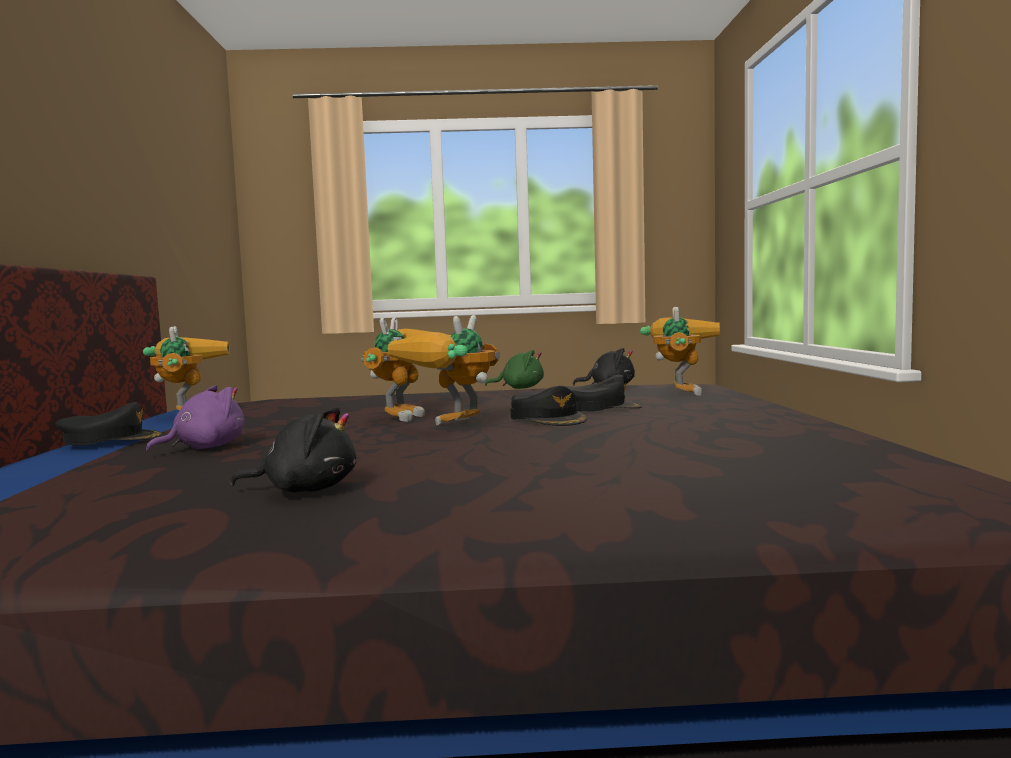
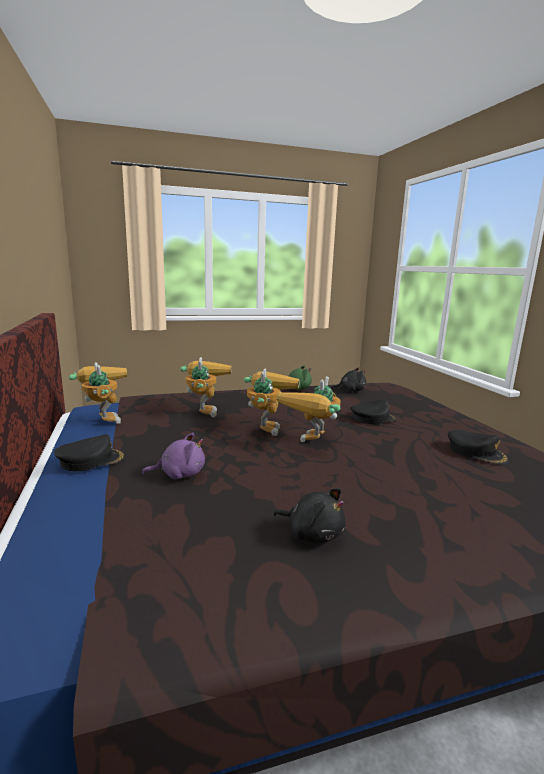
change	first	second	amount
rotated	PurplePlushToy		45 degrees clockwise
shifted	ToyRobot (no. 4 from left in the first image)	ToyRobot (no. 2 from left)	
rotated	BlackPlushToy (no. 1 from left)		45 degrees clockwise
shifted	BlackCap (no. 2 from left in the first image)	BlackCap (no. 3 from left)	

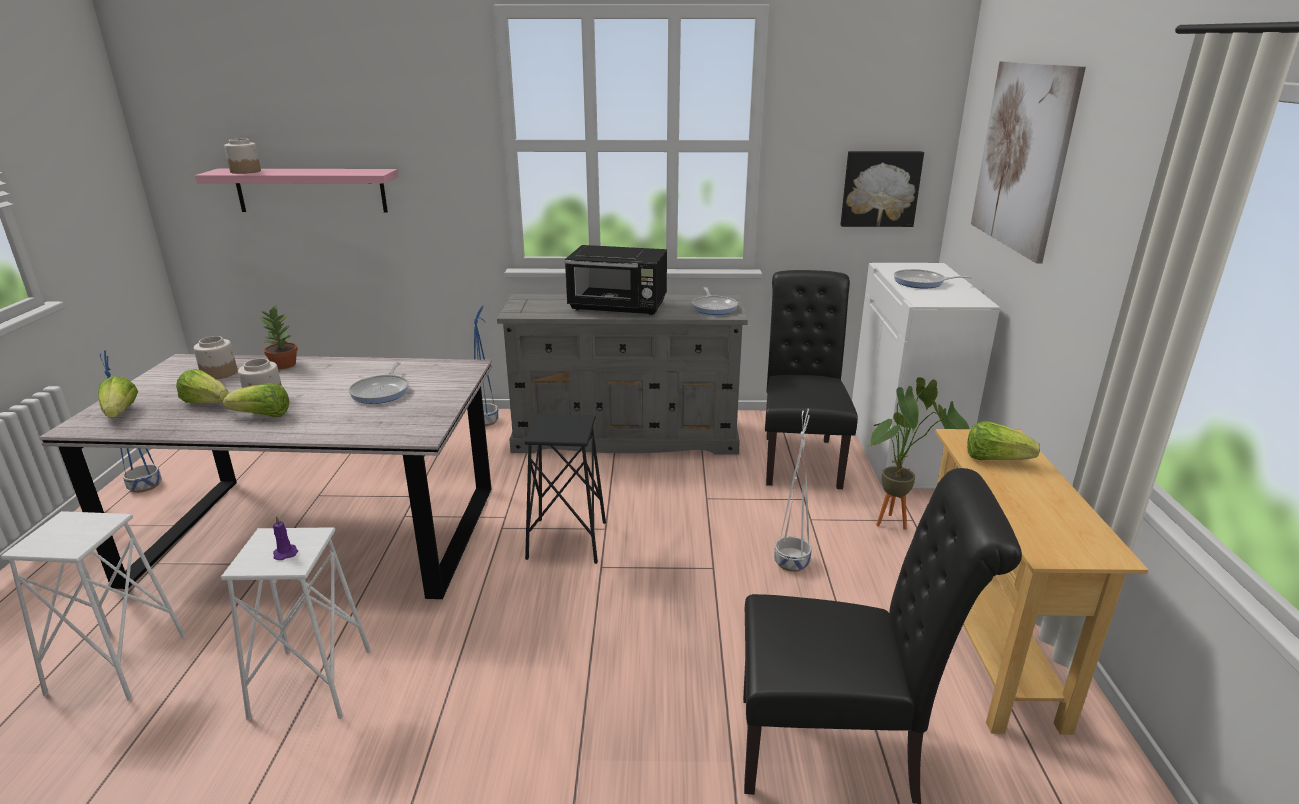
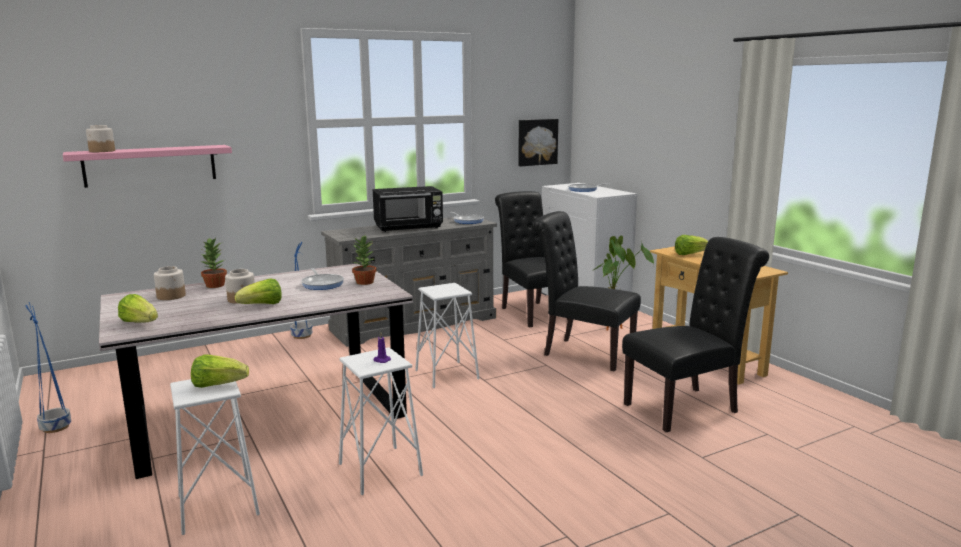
change	first	second	amount
shifted	Lettuce (no. 2 from left)		
new		PottedPlant (no. 2 from left)	
repainted	BlackStool	WhiteStool (no. 3 from left)	
swapped	WhitePlanter	BlackChair (no. 2 from left)	
gone	Picture (no. 2 from left)		

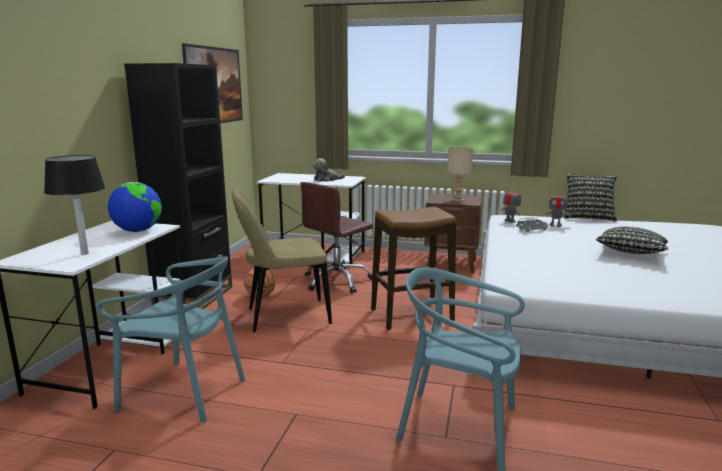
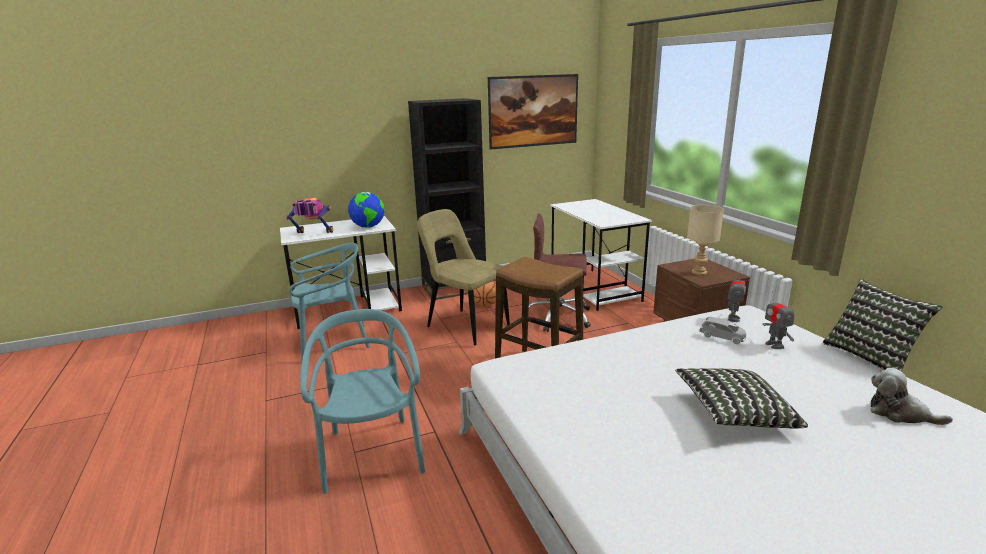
change	first	second	amount
swapped	BlackTableLamp	ToyRobot (no. 1 from left)	
rotated	TurquoiseChair (no. 1 from left)		90 degrees counterclockwise
shifted	PlushToy		

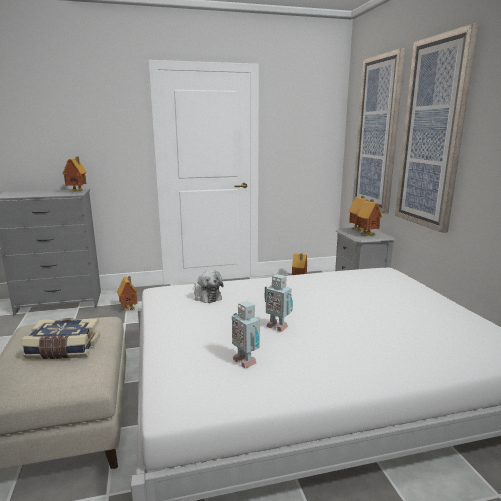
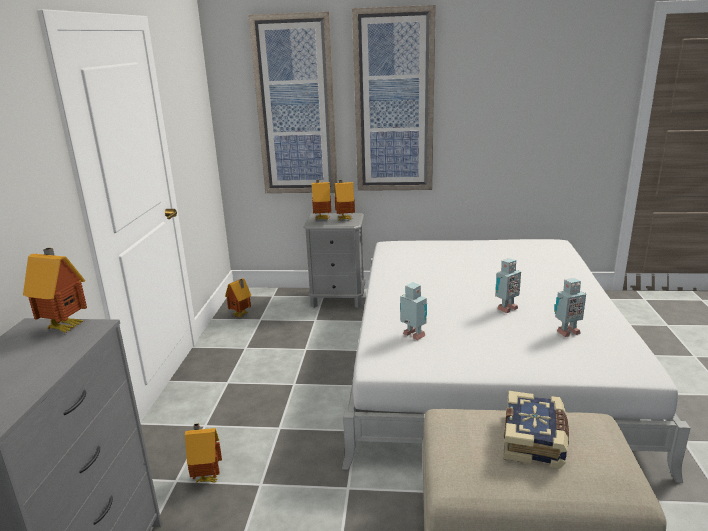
change	first	second	amount
swapped	PlushToy	ToyRobot (no. 1 from left)	

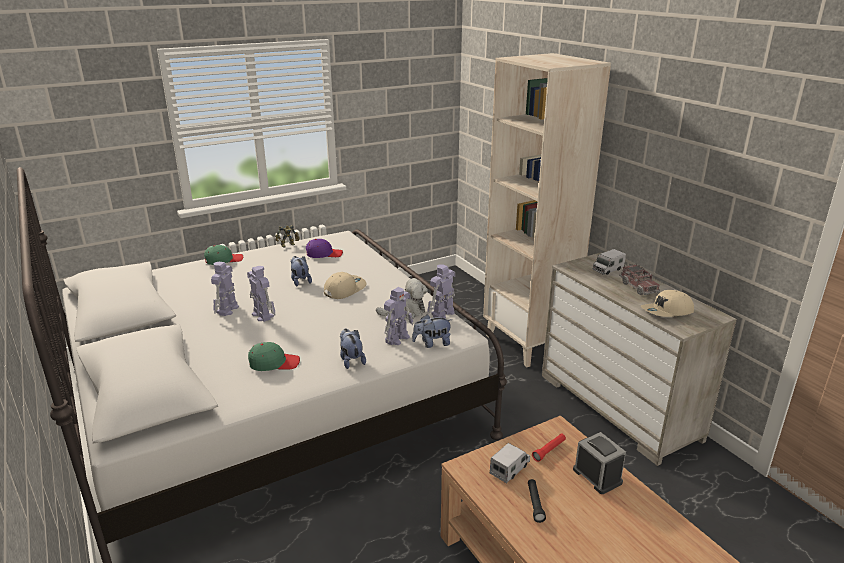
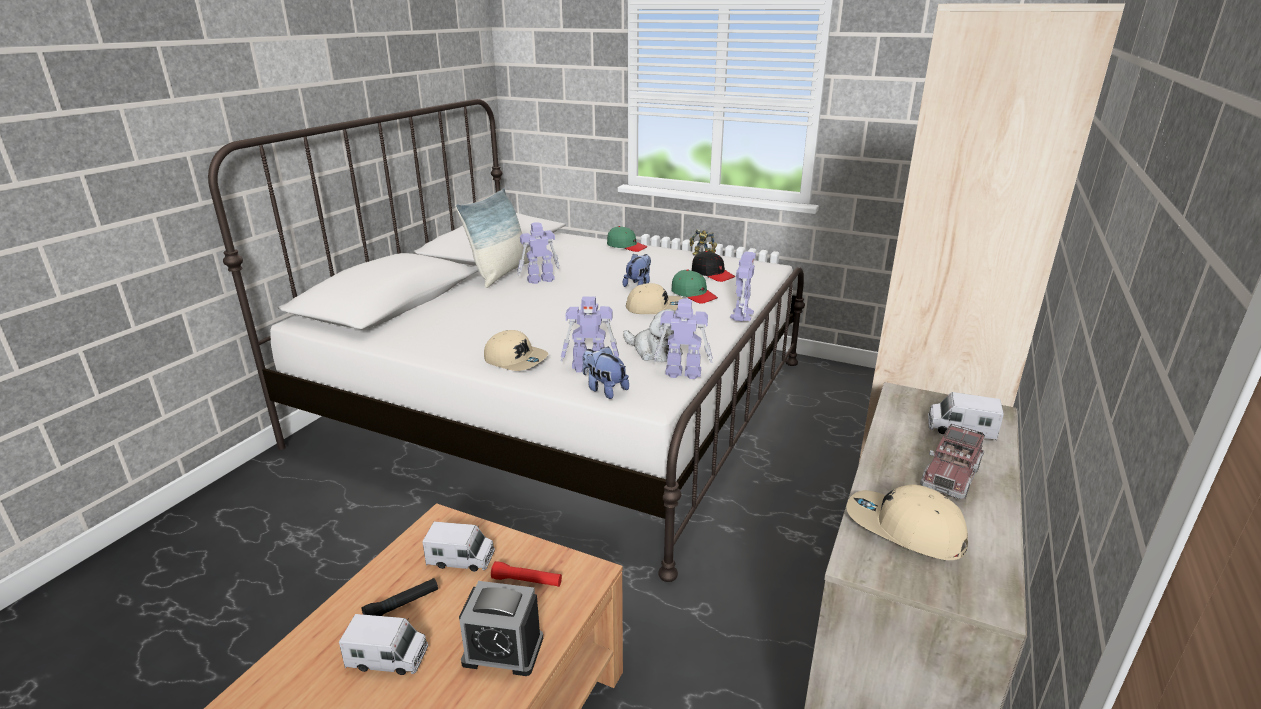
change	first	second	amount
new		ToyTruck (no. 1 from left)	
new		Pillow	
rotated	AlarmClock		75 degrees clockwise
swapped	PlushToy (no. 2 from left)	BeigeCap (no. 1 from left)	
shifted	GreenCap (no. 2 from left)		
repainted	PurpleCap	BlackCap	
shifted	ToyRobot (no. 2 from left in the first image)	ToyRobot (no. 5 from left)	

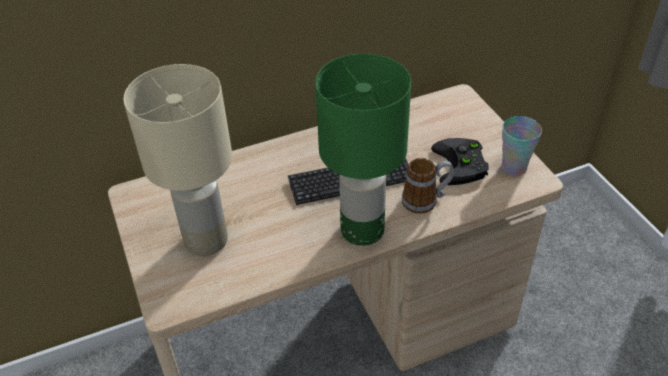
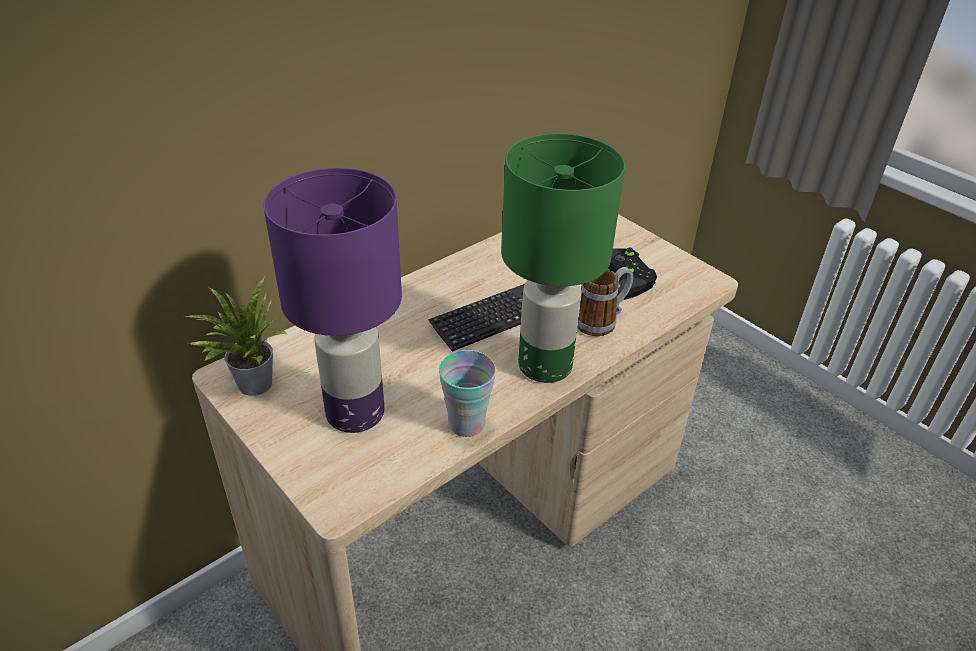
change	first	second	amount
new		PottedPlant	
repainted	BeigeTableLamp	PurpleTableLamp	
shifted	Cup		

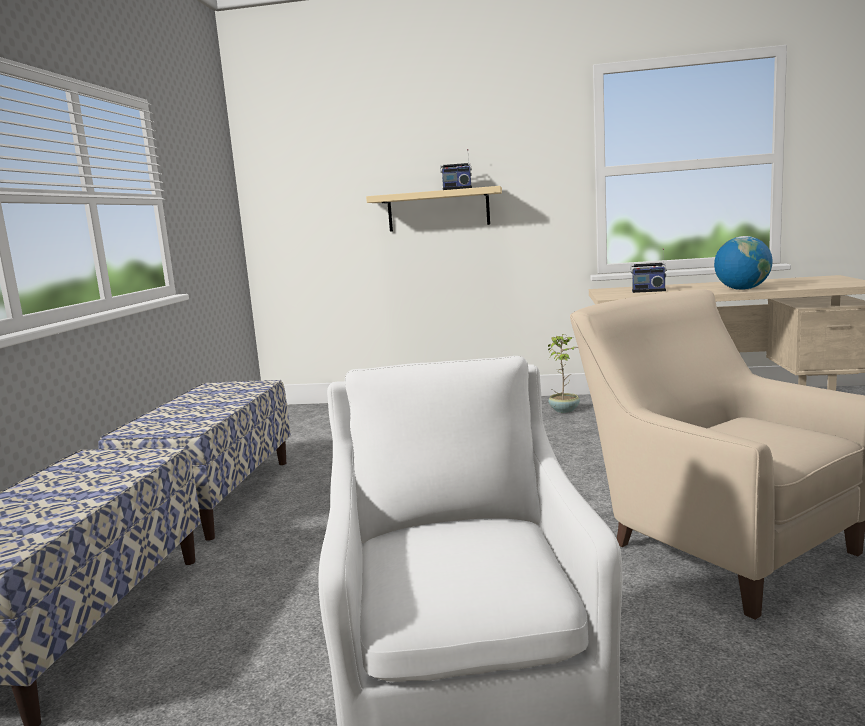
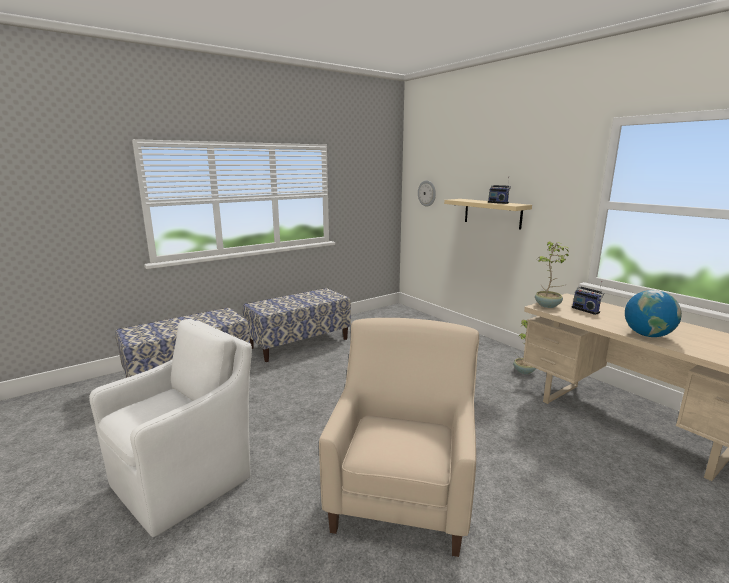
change	first	second	amount
new		WallClock	
new		PottedPlant (no. 2 from left)	

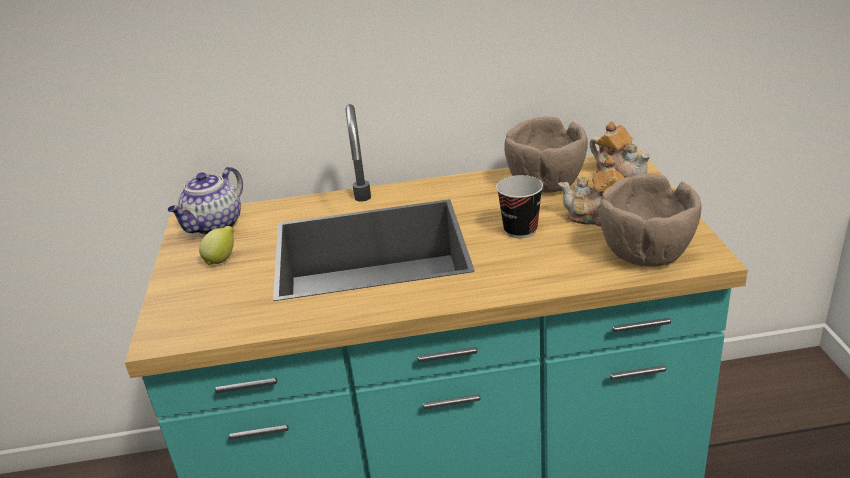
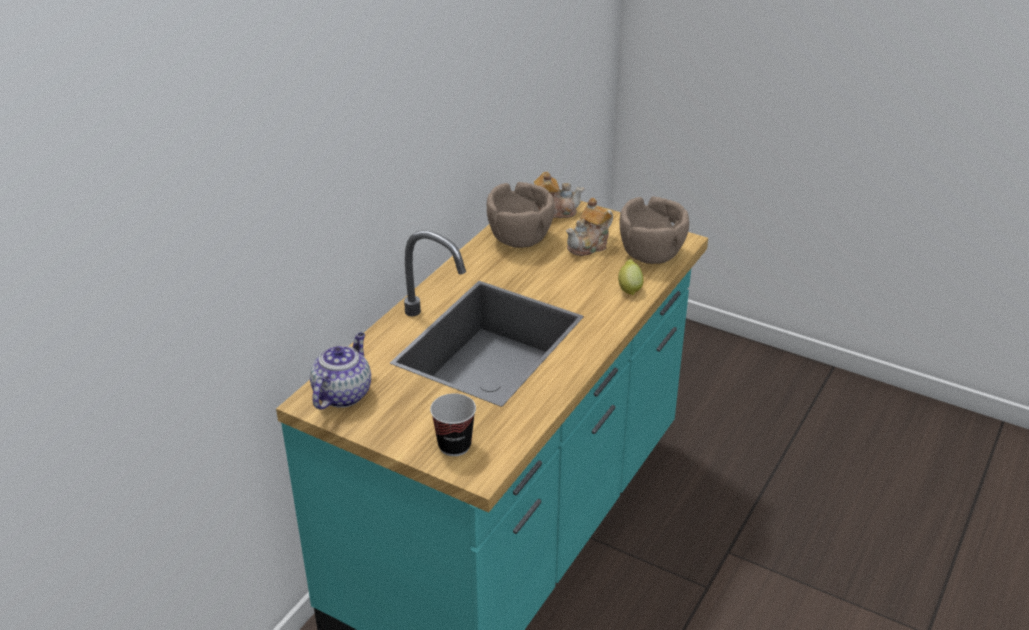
change	first	second	amount
rotated	Teapot (no. 1 from left)		135 degrees counterclockwise
shifted	Cup		
shifted	Lemon		

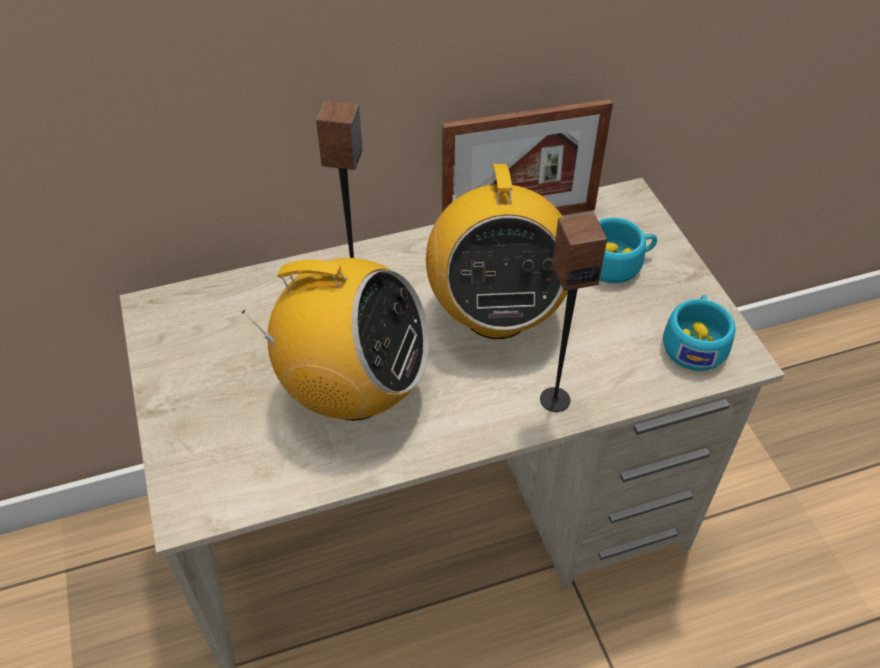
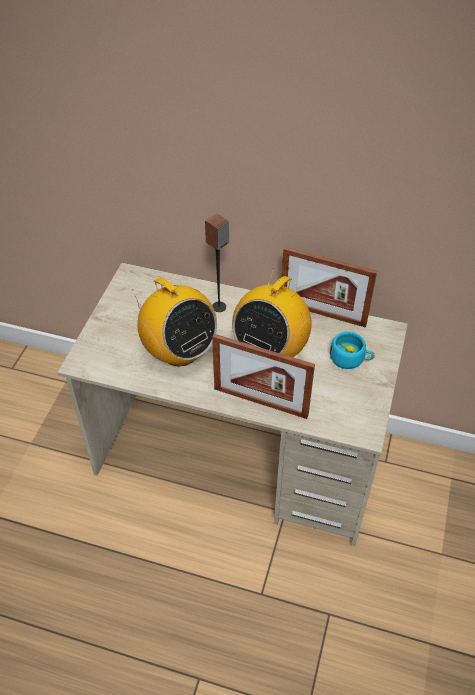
change	first	second	amount
swapped	Speaker (no. 2 from left)	PictureFrame (no. 1 from left)	
gone	TurquoiseCup (no. 2 from left)		

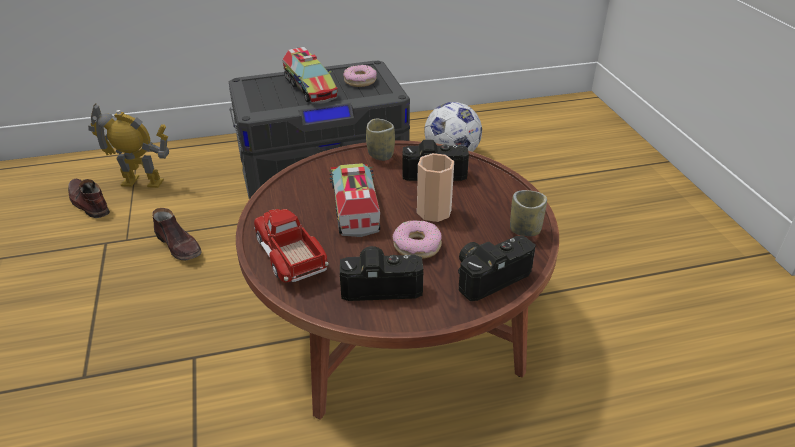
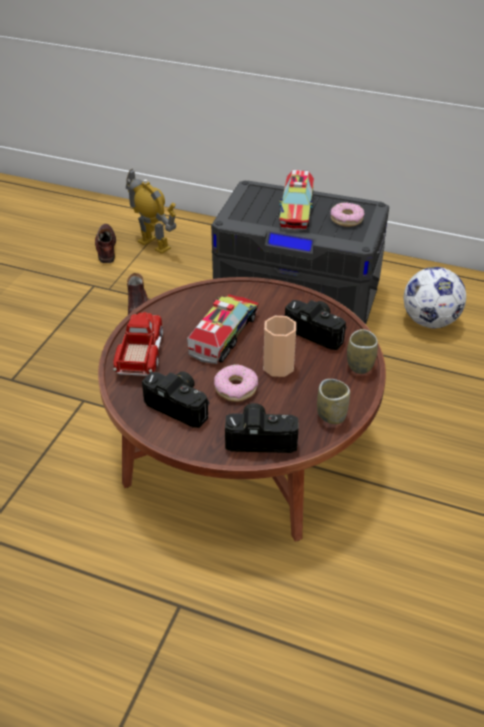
change	first	second	amount
shifted	Cup (no. 1 from left in the first image)	Cup (no. 3 from left)	

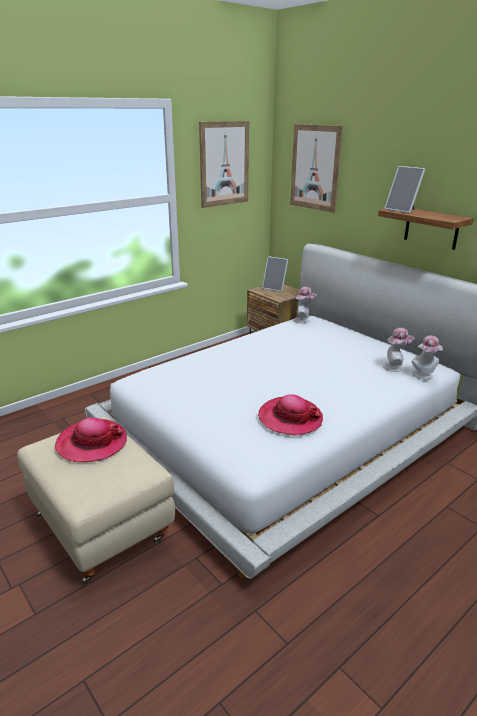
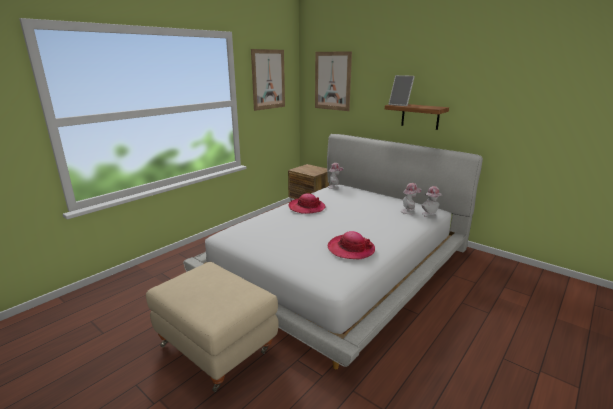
change	first	second	amount
shifted	Hat (no. 1 from left)		
gone	PictureFrame (no. 1 from left)		

